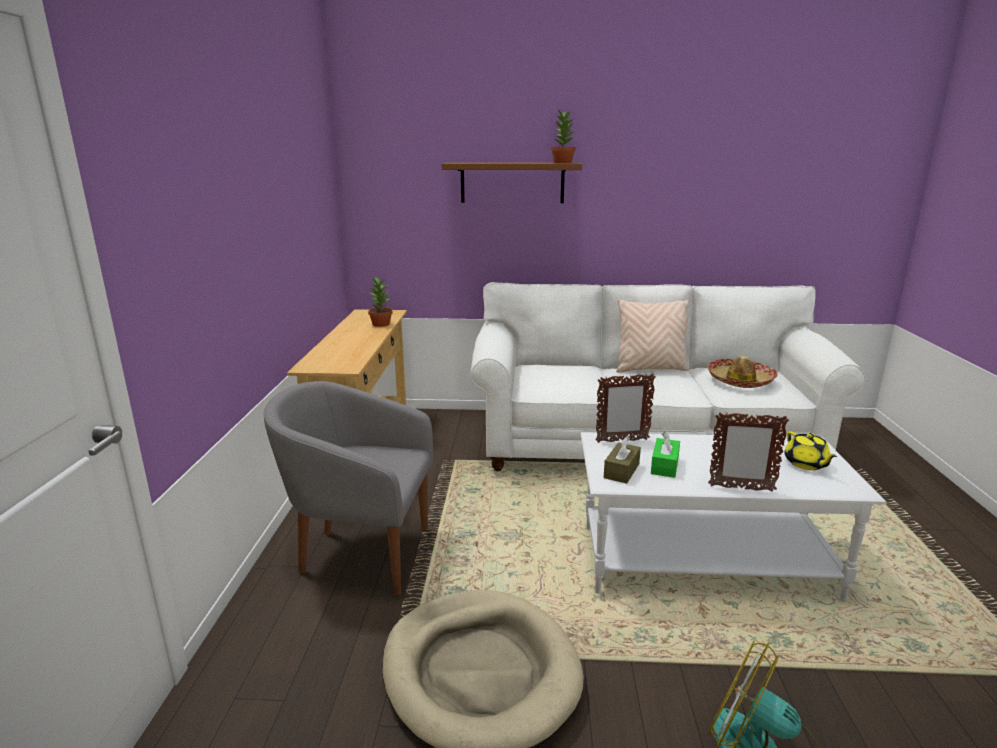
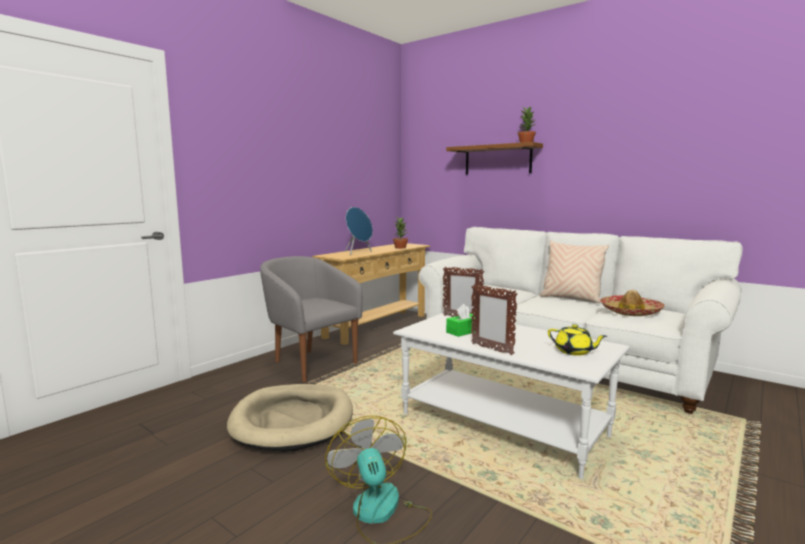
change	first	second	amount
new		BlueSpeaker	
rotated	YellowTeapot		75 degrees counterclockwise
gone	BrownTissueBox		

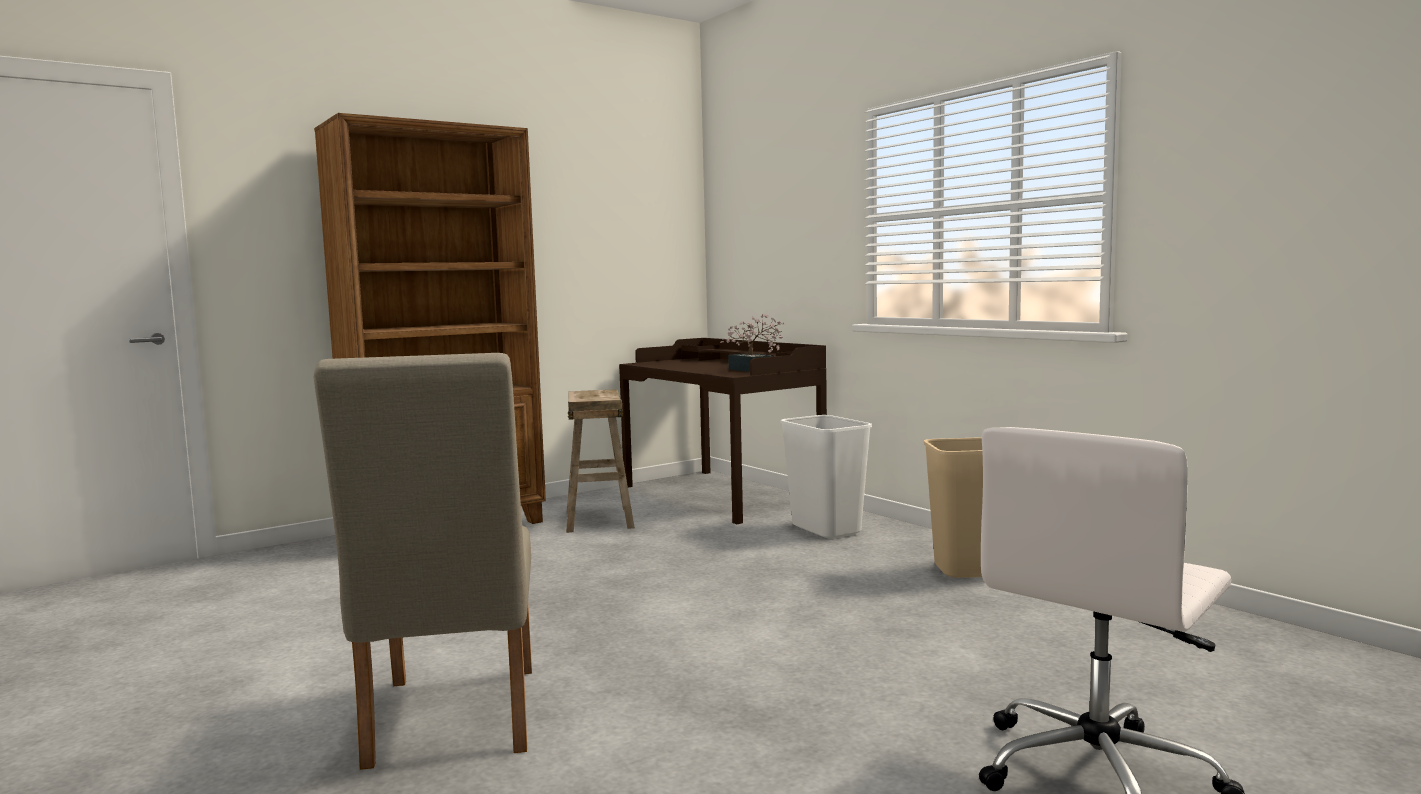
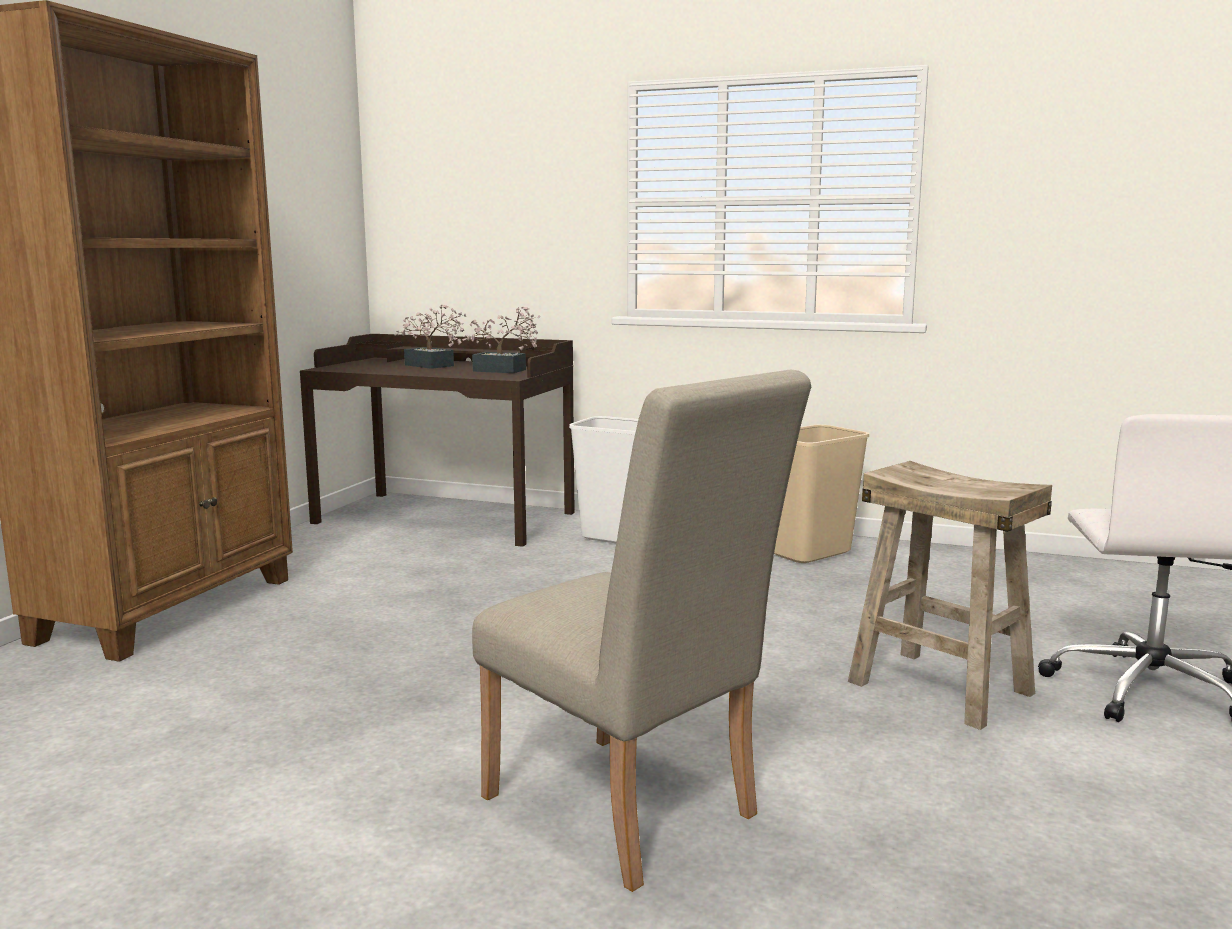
change	first	second	amount
new		PottedPlant (no. 1 from left)	
shifted	BeigeStool		

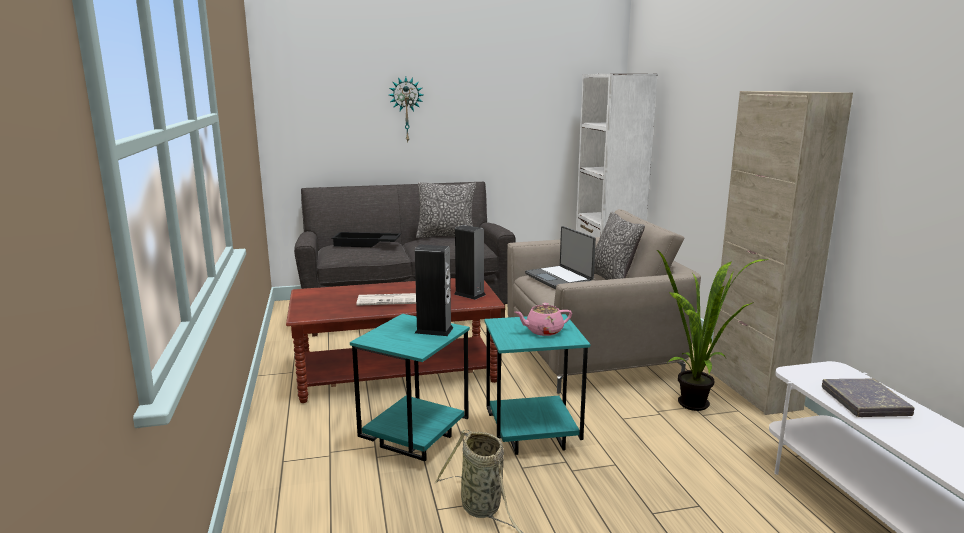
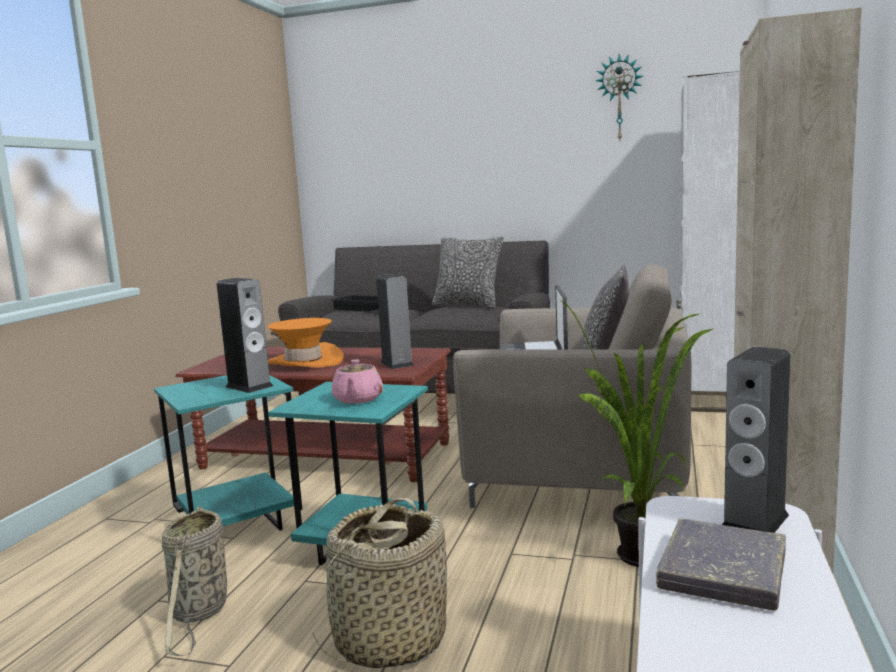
change	first	second	amount
swapped	Newspaper	OrangeHat	
new		Basket (no. 2 from left)	
rotated	PinkTeapot		105 degrees counterclockwise
shifted	WallClock		
new		Speaker (no. 3 from left)	

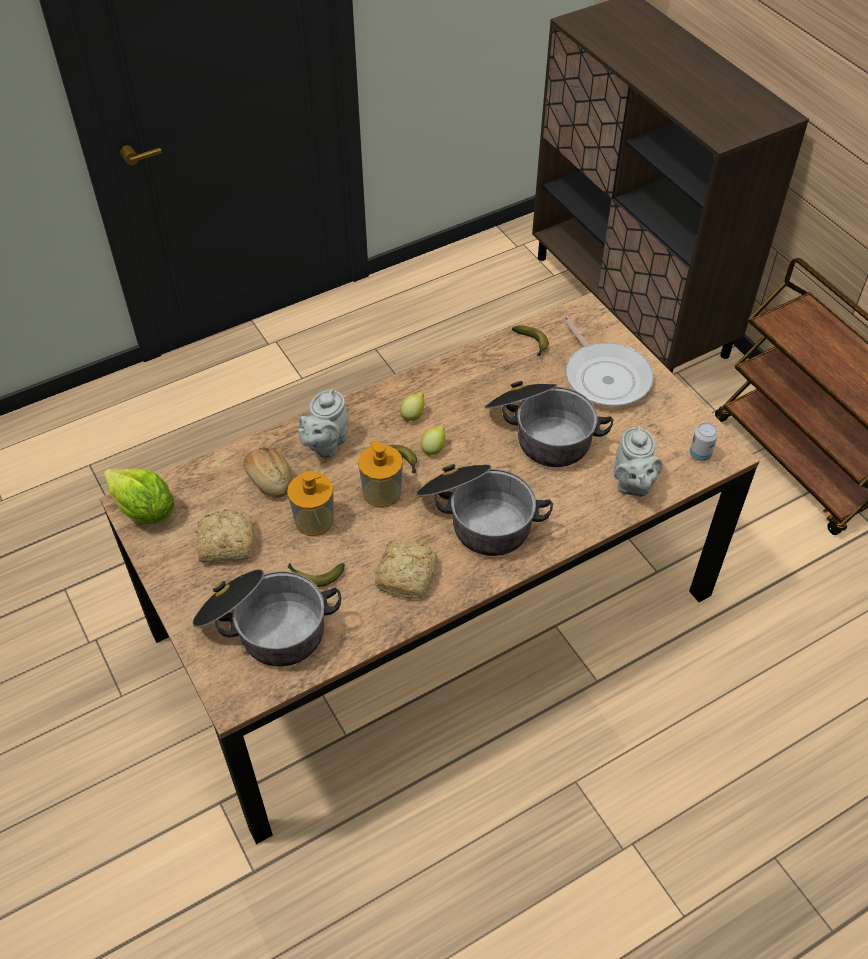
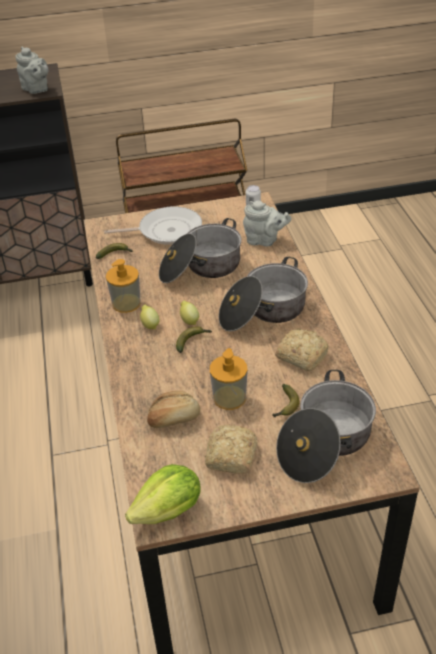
change	first	second	amount
shifted	GreyTeapot (no. 1 from left)		
shifted	SoapDispenser (no. 2 from left in the first image)	SoapDispenser (no. 1 from left)	

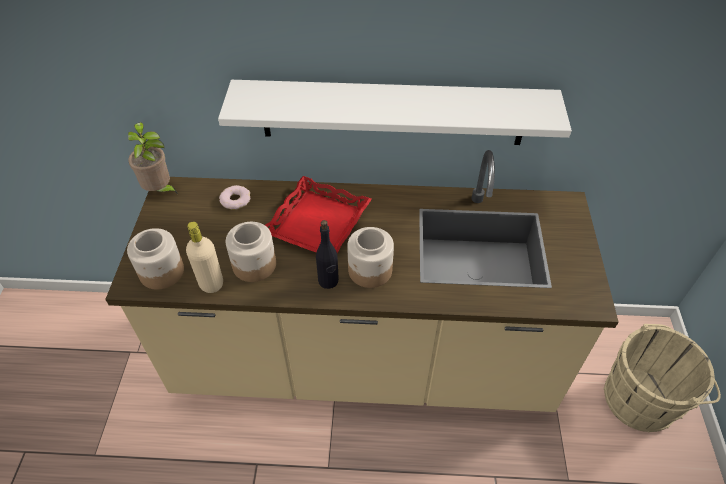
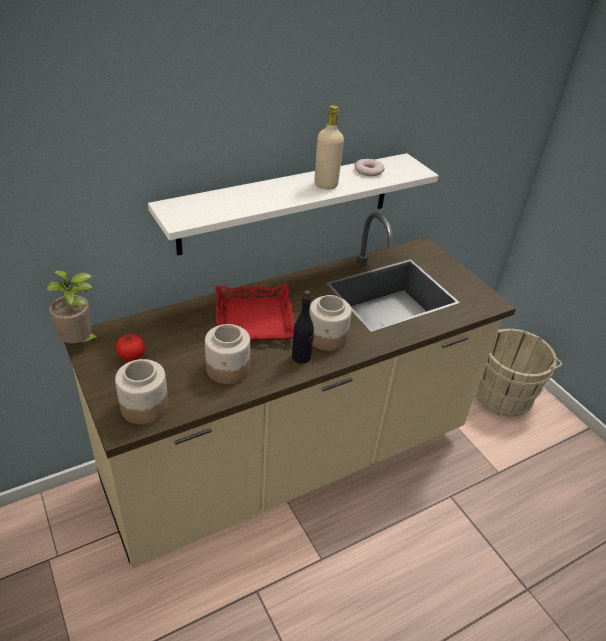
change	first	second	amount
new		Tomato	
shifted	BeigeBottle		
shifted	Donut		

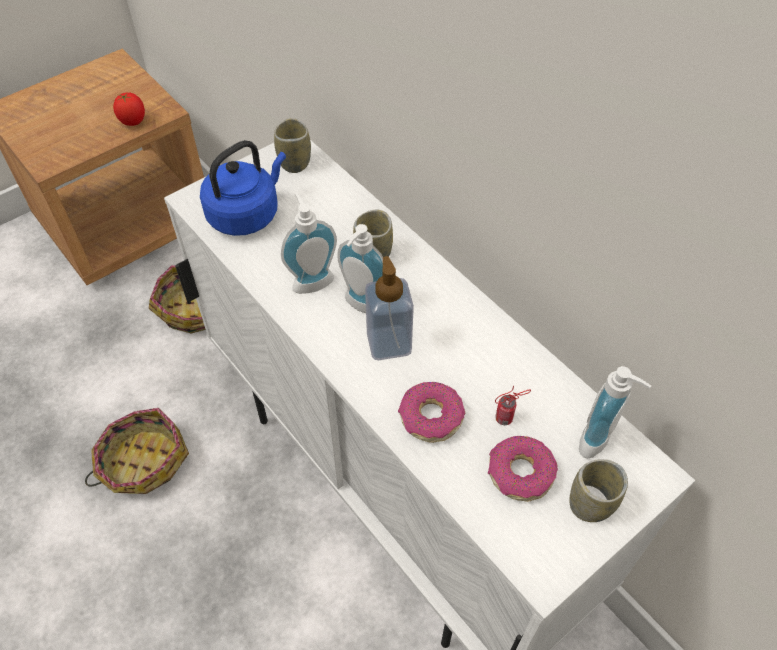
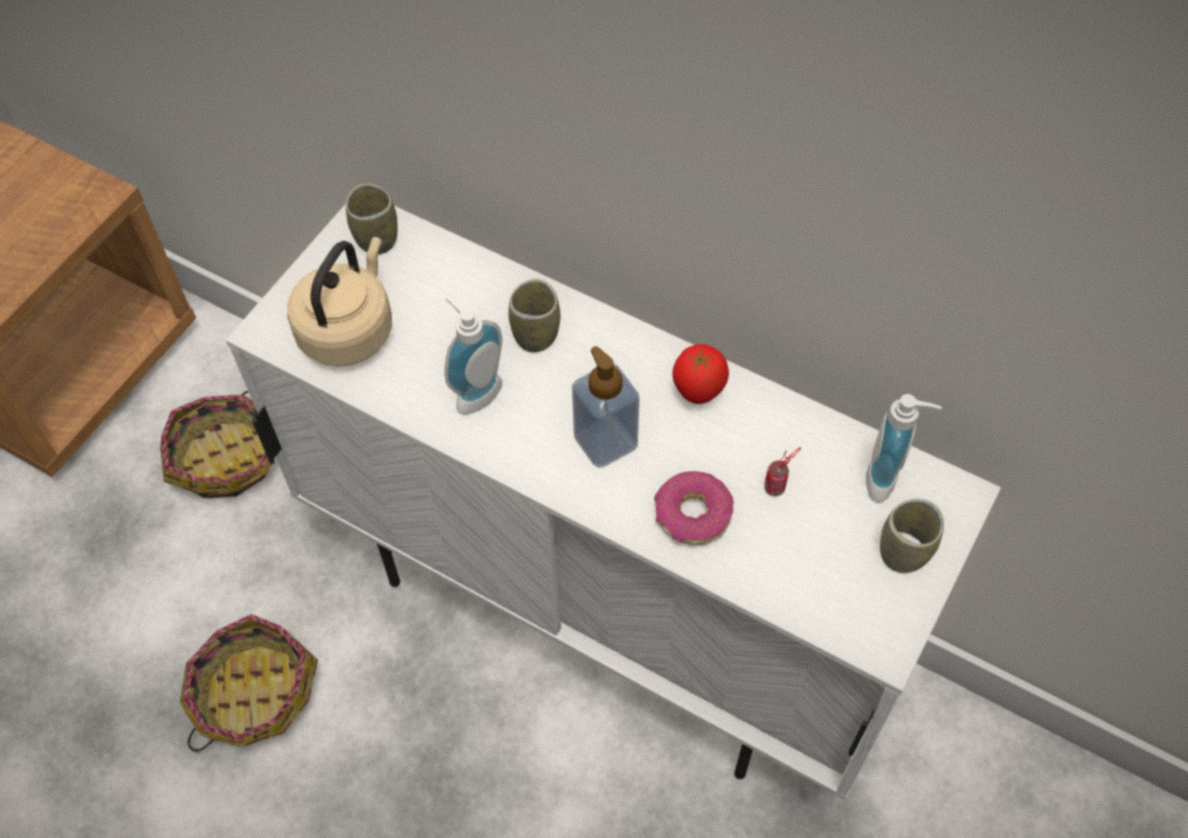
change	first	second	amount
repainted	BlueKettle	BeigeKettle	
shifted	Tomato		
gone	SoapDispenser (no. 2 from left)		
gone	Donut (no. 2 from left)		

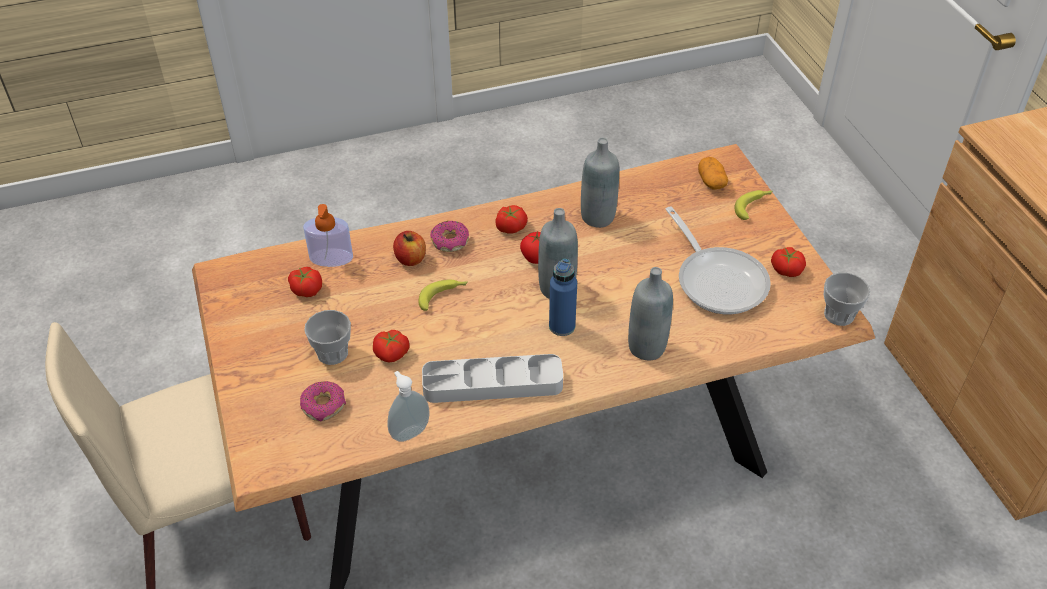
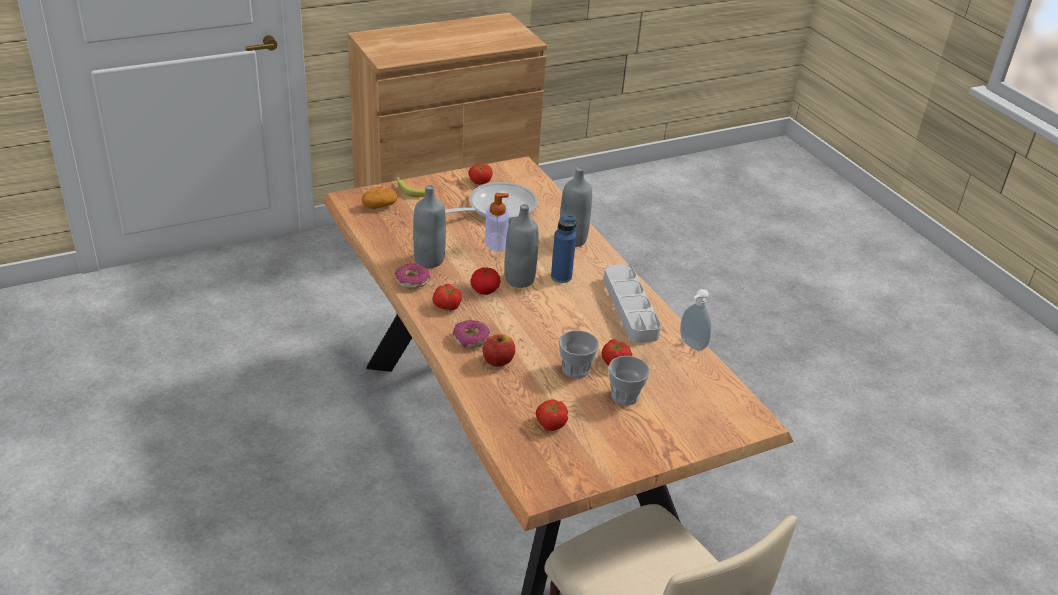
change	first	second	amount
shifted	Donut (no. 1 from left)		
shifted	SoapDispenser (no. 1 from left)		
shifted	Cup (no. 2 from left in the first image)	Cup (no. 1 from left)	
gone	Banana (no. 1 from left)		

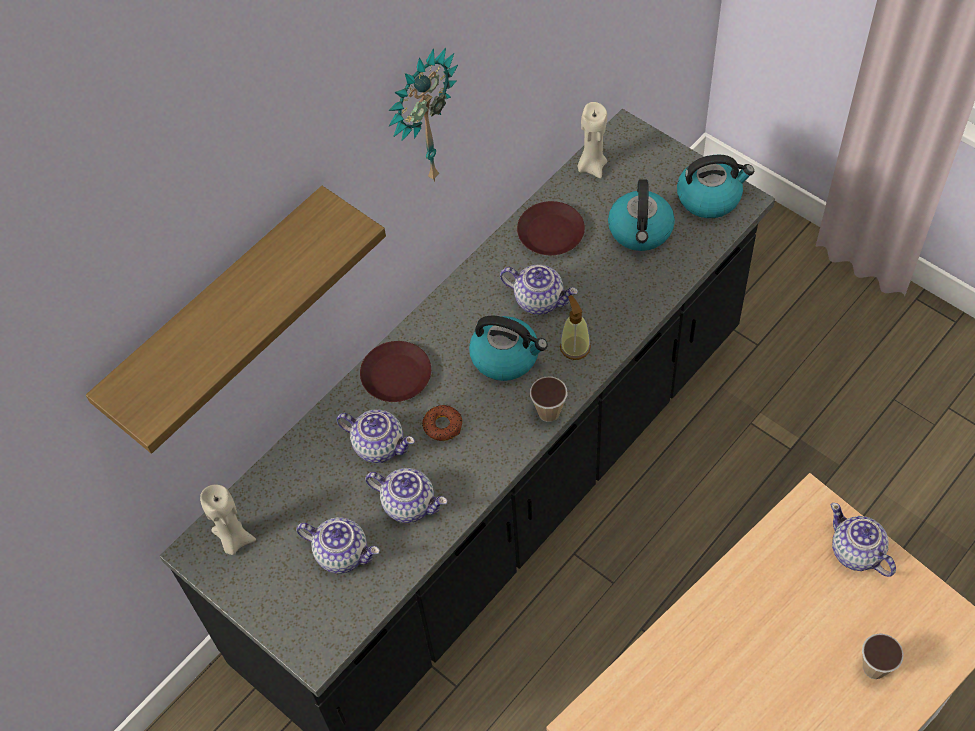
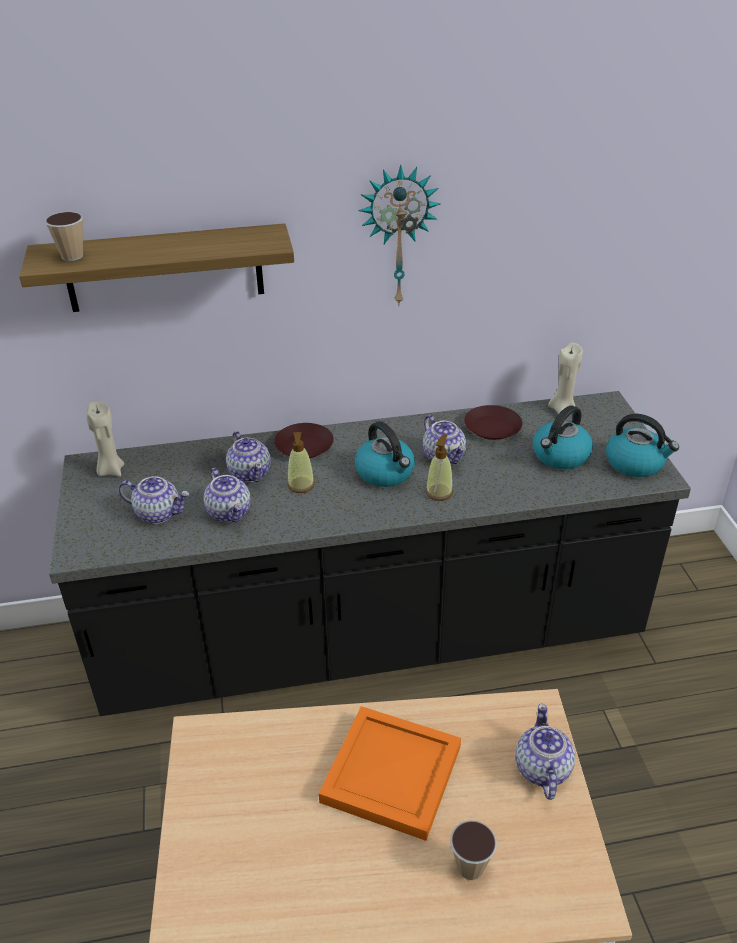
change	first	second	amount
shifted	Cup (no. 1 from left)		
rotated	Teapot (no. 1 from left)		45 degrees counterclockwise
swapped	Donut	SoapDispenser (no. 1 from left)	
new		OrangeTray	

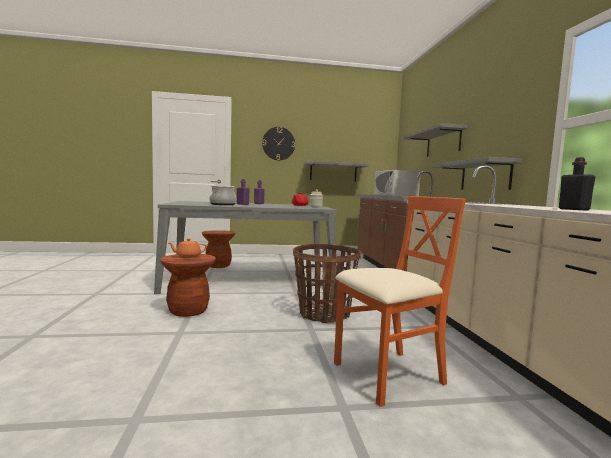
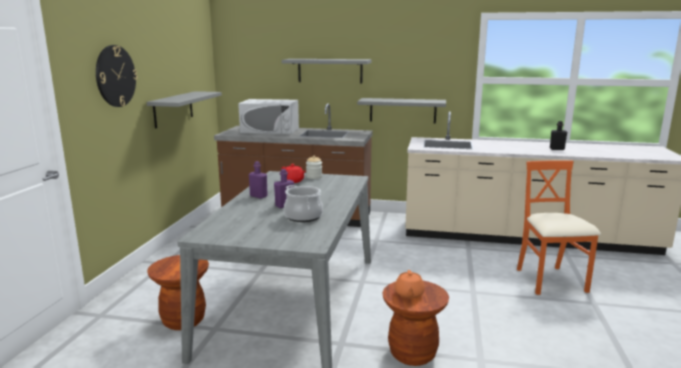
change	first	second	amount
gone	Basket		

